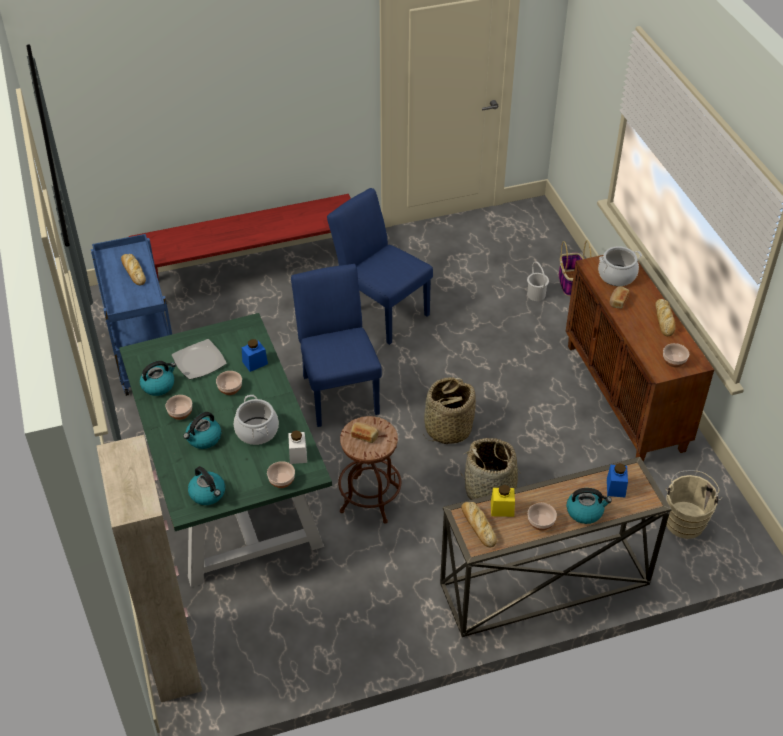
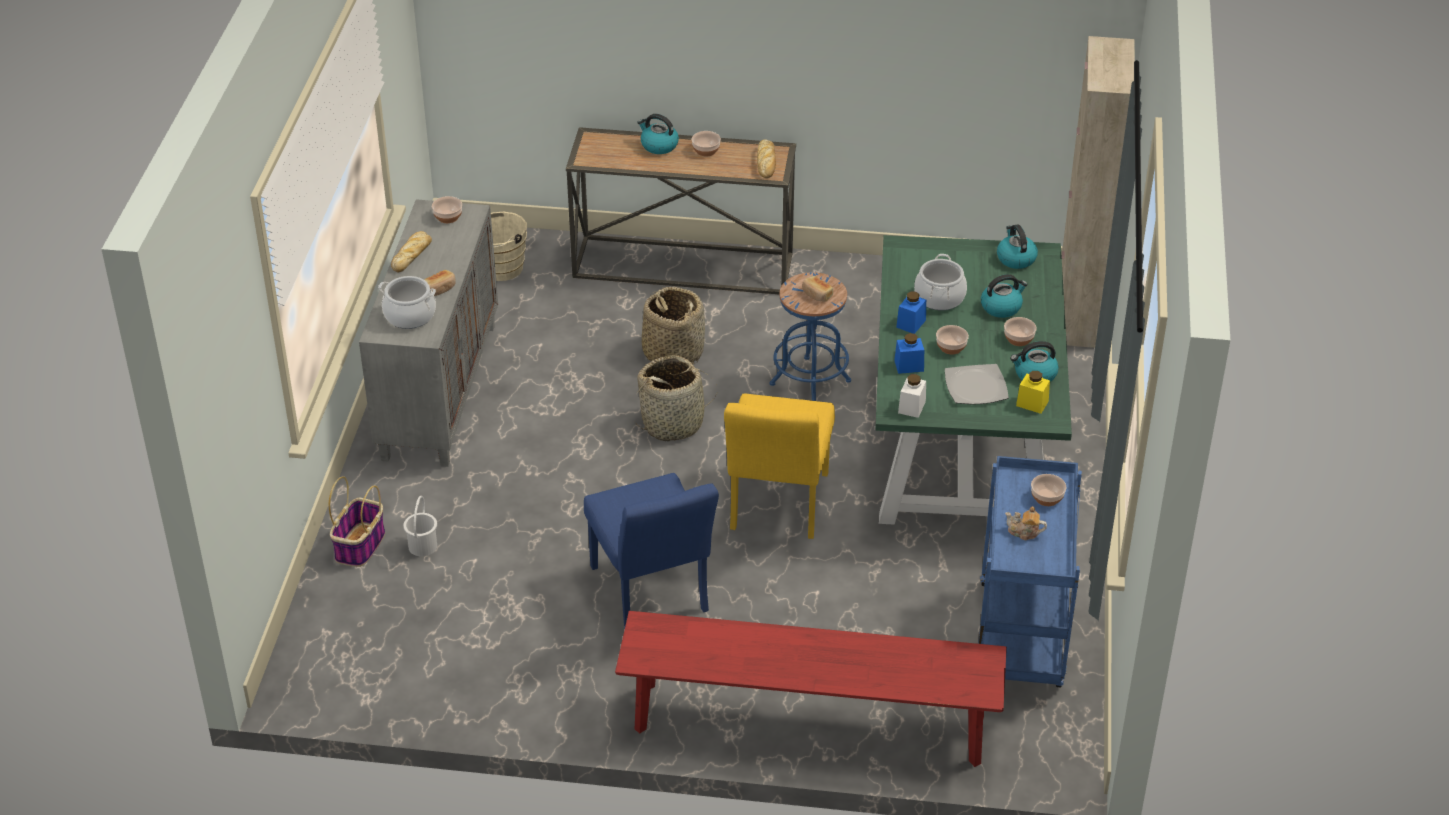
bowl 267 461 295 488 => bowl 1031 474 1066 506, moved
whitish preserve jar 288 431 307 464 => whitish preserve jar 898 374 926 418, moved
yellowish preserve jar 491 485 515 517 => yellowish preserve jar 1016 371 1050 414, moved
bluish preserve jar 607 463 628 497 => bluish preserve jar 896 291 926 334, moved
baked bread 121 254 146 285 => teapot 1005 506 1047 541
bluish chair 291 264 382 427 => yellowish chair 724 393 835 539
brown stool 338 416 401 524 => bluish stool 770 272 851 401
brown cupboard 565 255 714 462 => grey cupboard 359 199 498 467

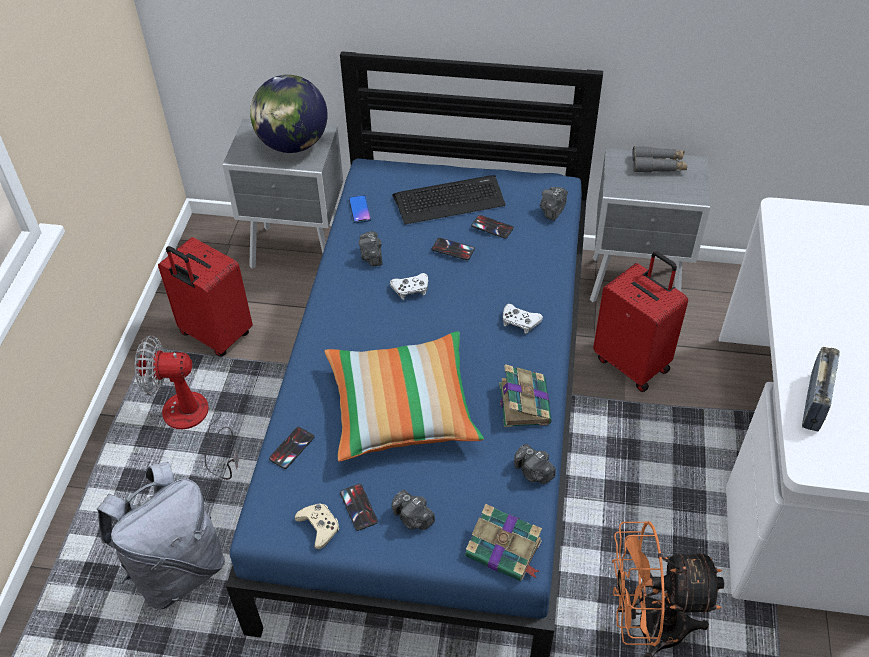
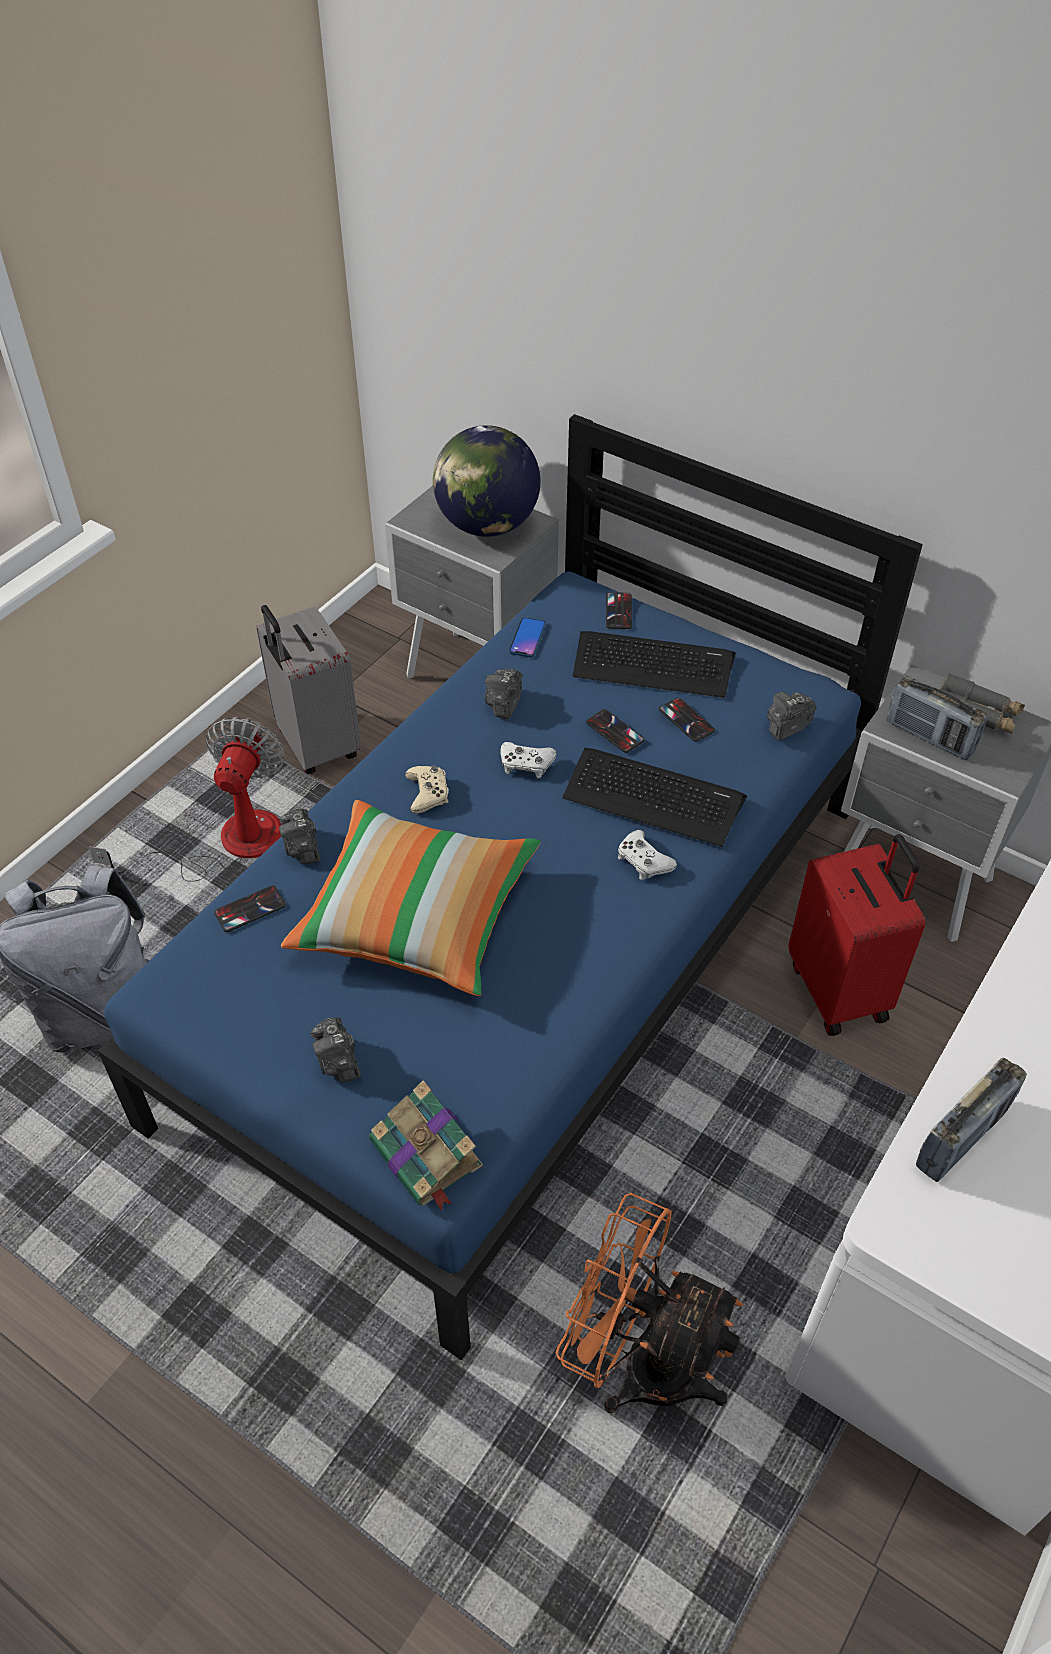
bound book 499 364 552 427 => nothing
nothing => keyboard 563 748 747 847
nothing => radio set 887 675 988 760
beige-coloured game controller 295 503 339 549 => beige-coloured game controller 405 766 449 814, moved
handset 340 484 378 531 => handset 606 592 632 629, moved
still camera 514 444 556 484 => still camera 279 809 321 864, moved
reddish travel case 158 237 253 357 => grey travel case 256 605 361 774
electric fan 135 335 239 480 => electric fan 89 717 285 882, 75 degrees clockwise

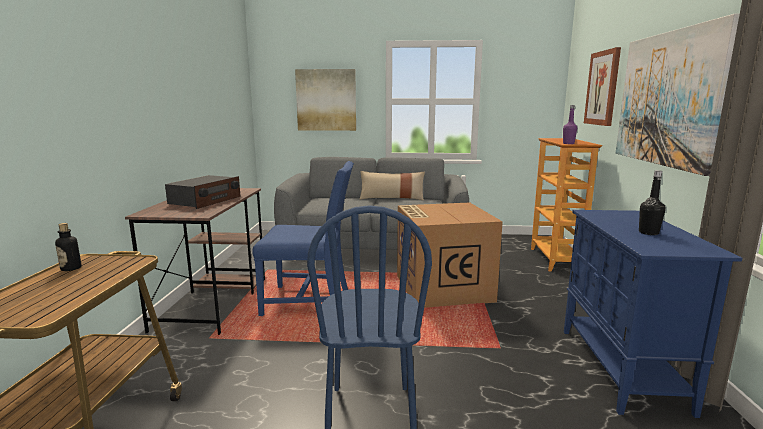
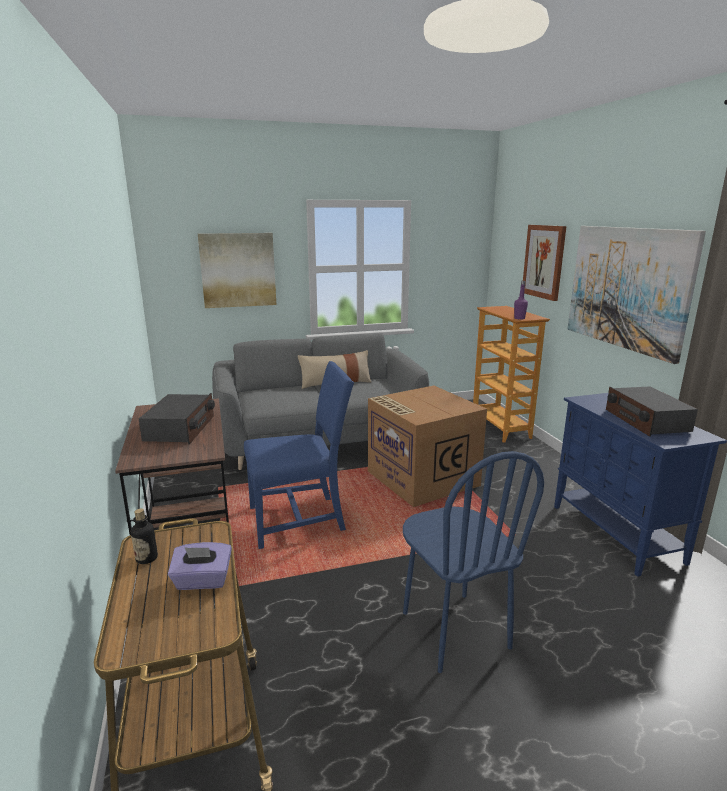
nothing => purple-coloured tissue box 168 542 232 590
black drink bottle 639 170 666 235 => radio set 606 386 698 437

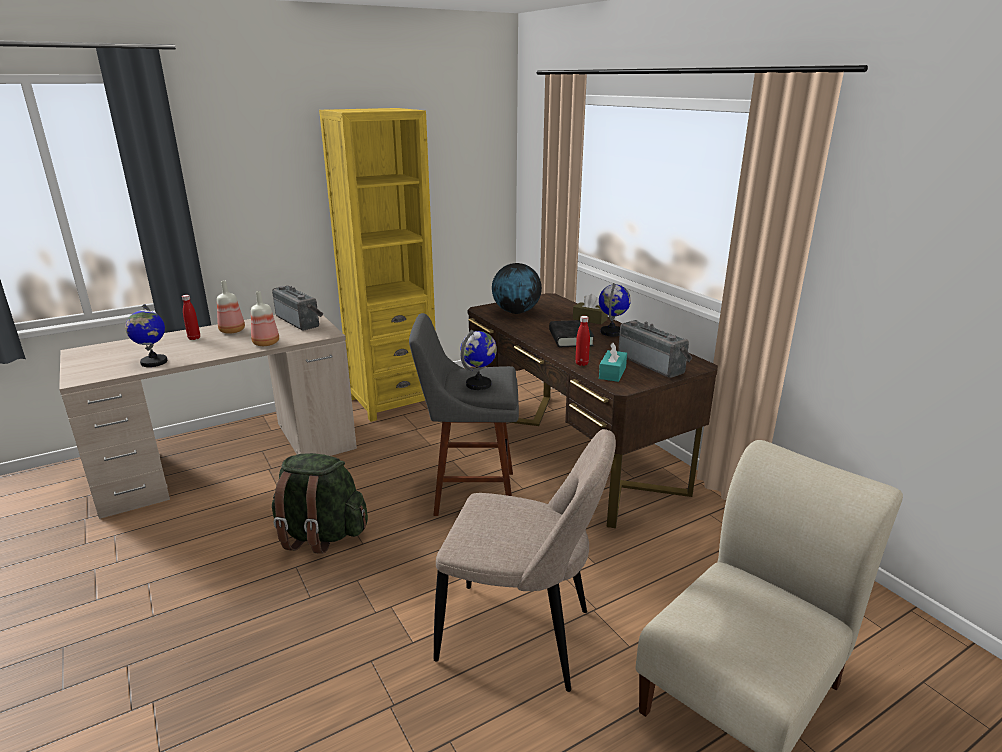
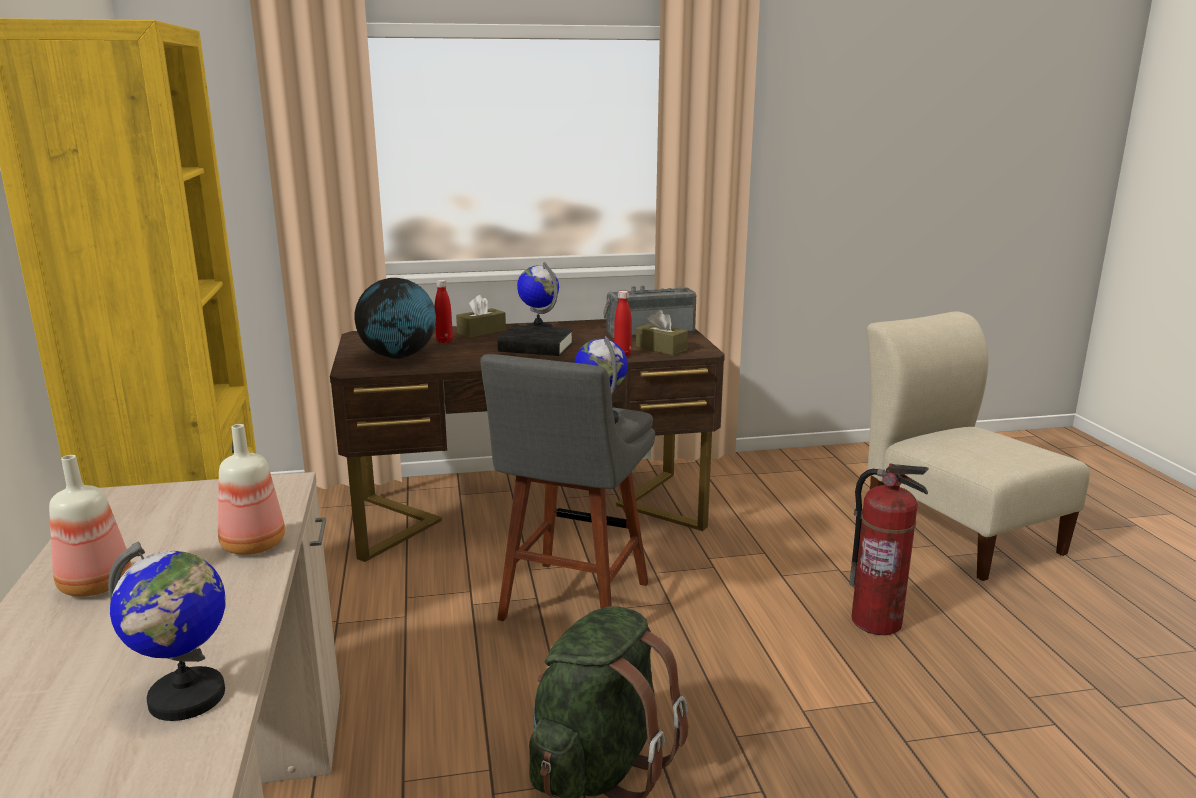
radio set 272 286 323 331 => nothing
reddish drink bottle 182 295 200 340 => reddish drink bottle 435 280 453 343, moved
beige-coloured chair 434 429 616 692 => fire extinguisher 849 463 929 635
blue-green tissue box 599 343 627 382 => brown tissue box 636 310 688 356

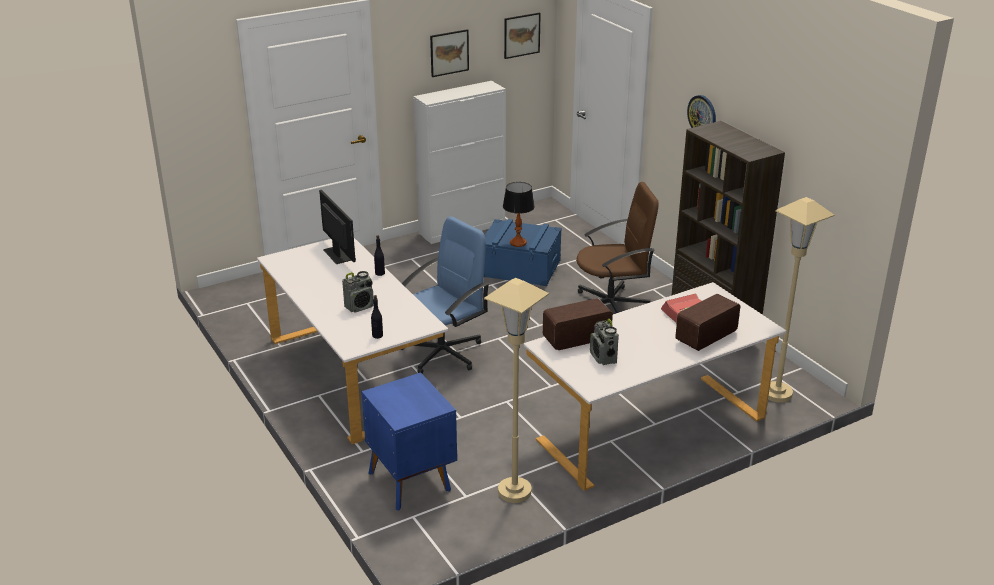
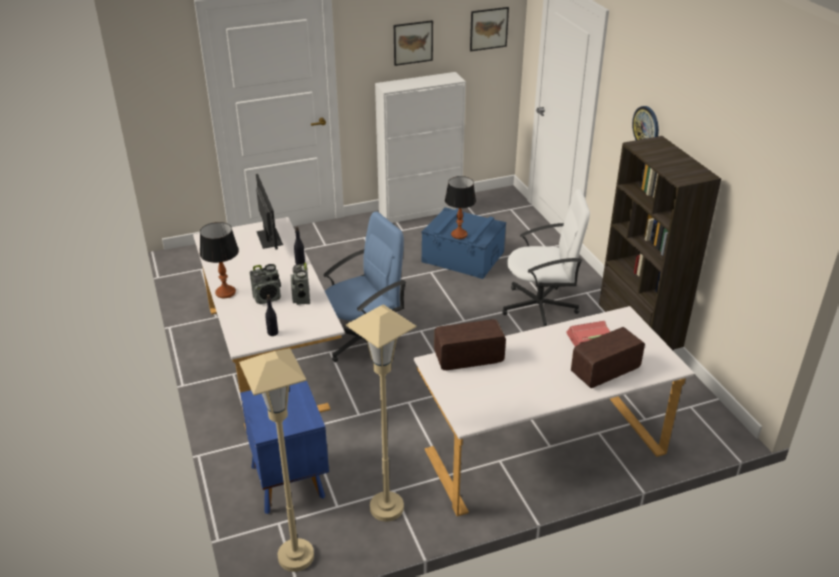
nothing => table lamp 200 222 239 298
radio set 590 318 619 365 => radio set 291 263 310 305, moved
beige-coloured floor lamp 768 197 835 403 => beige-coloured floor lamp 239 348 314 572, moved
brown desk chair 576 182 659 313 => whitish desk chair 502 189 590 327

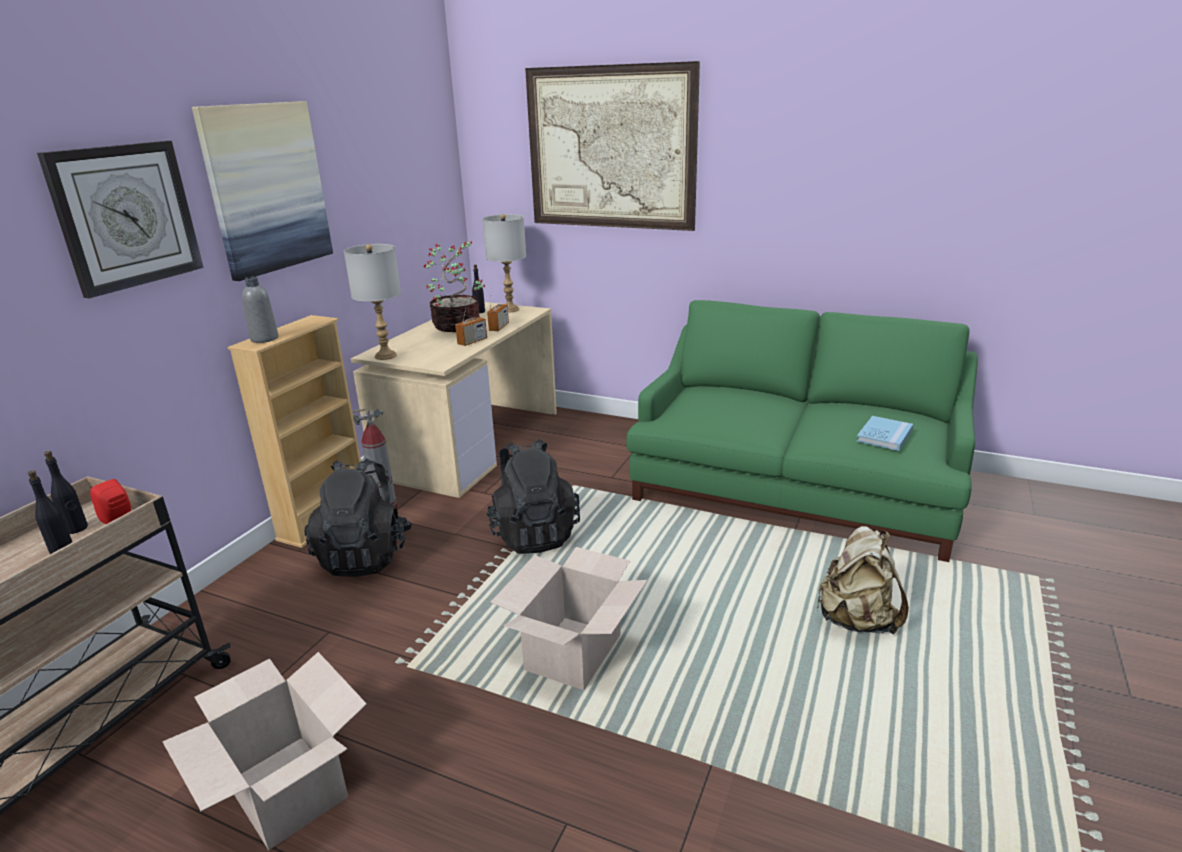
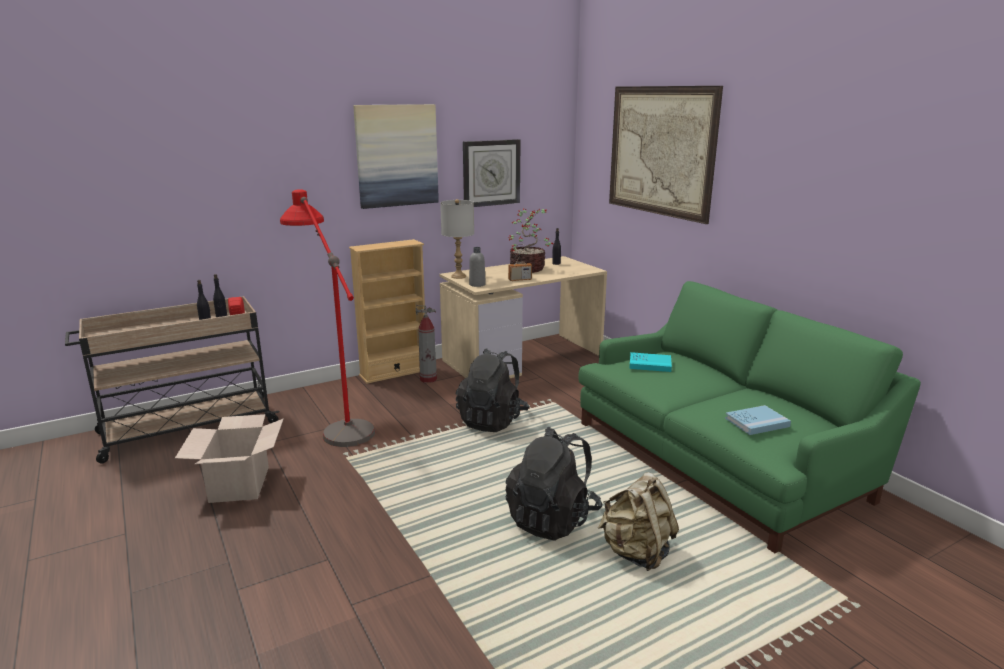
grey table lamp 482 214 526 313 => nothing
radio set 487 285 509 331 => nothing
packing box 490 547 648 690 => nothing
nothing => reddish floor lamp 280 189 375 447
nothing => blue-green bound book 629 352 672 372
clock on the wall 37 141 203 298 => clock on the wall 463 139 521 207, moved
grey drink bottle 242 276 279 343 => grey drink bottle 469 247 486 287, moved
black rucksack 305 458 412 577 => black rucksack 505 427 602 541, moved

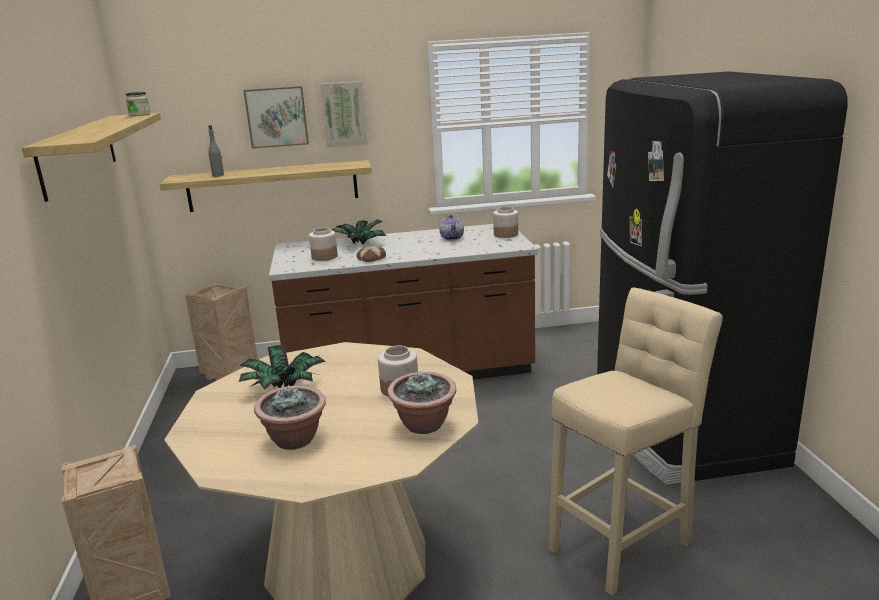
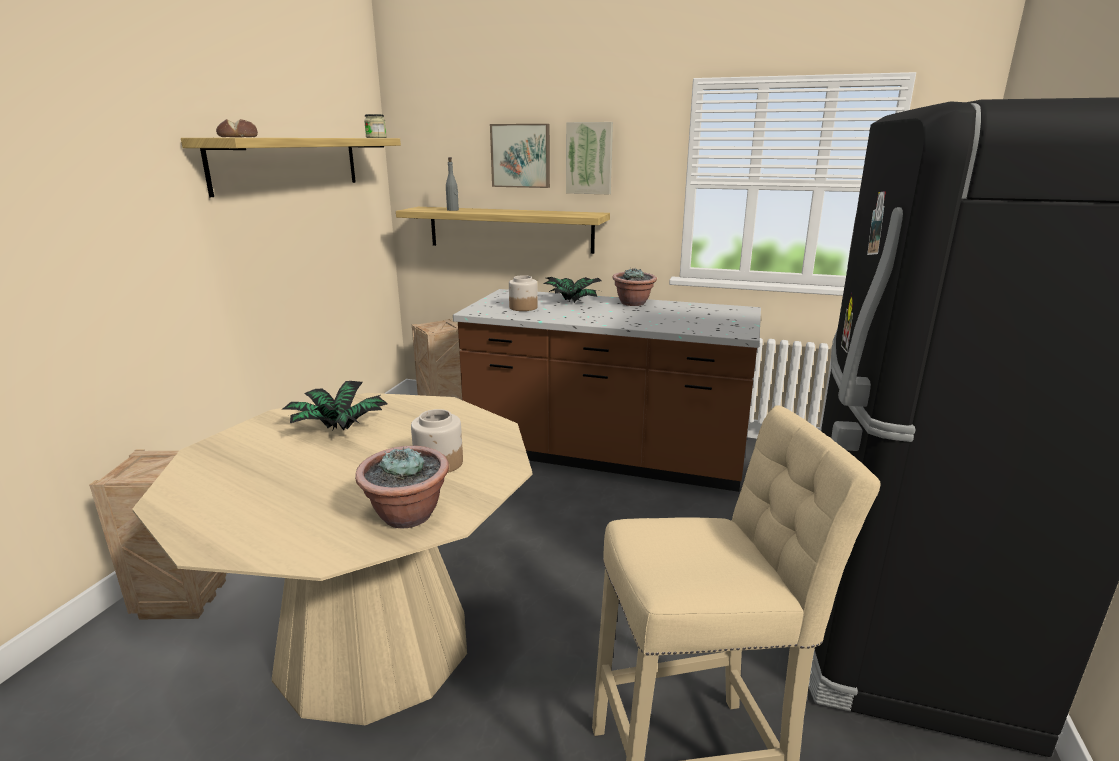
teapot 439 215 464 240 => nothing
preserve jar 493 207 518 238 => nothing
potted plant 254 386 326 450 => potted plant 612 268 657 306, moved
baked bread 357 246 386 262 => baked bread 216 119 258 137, moved

